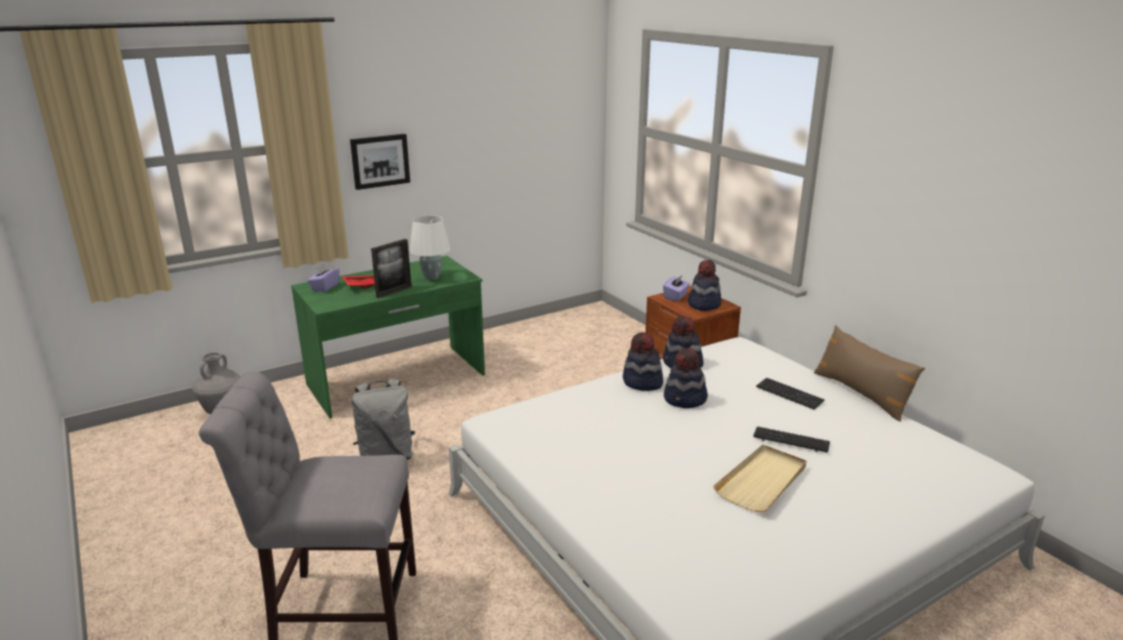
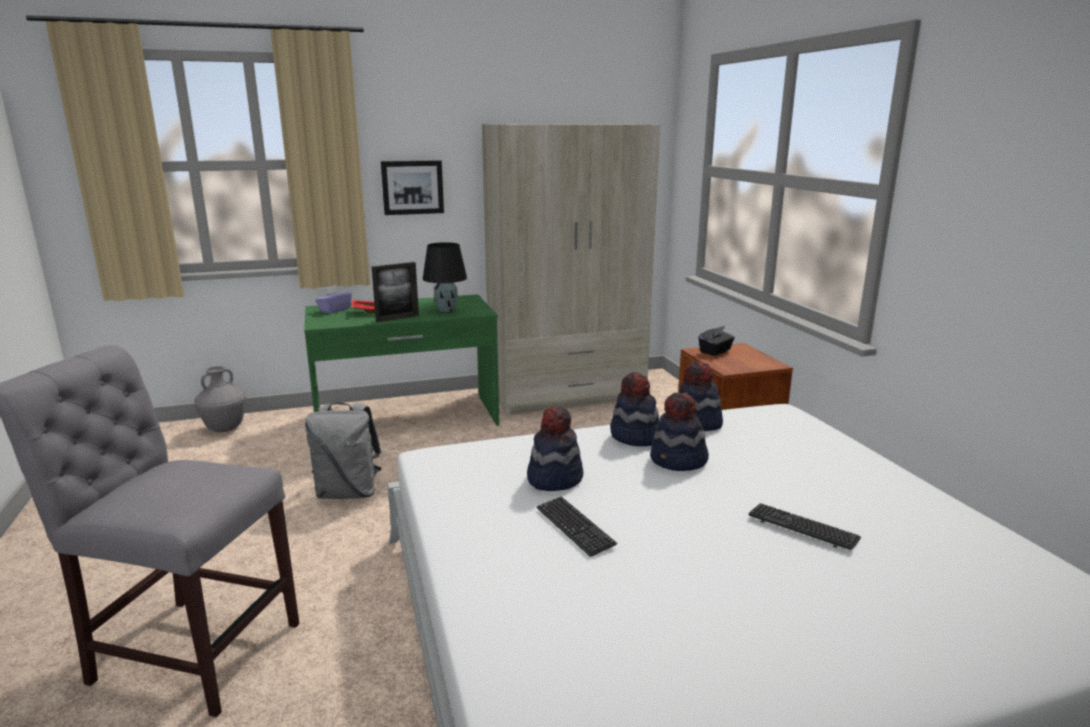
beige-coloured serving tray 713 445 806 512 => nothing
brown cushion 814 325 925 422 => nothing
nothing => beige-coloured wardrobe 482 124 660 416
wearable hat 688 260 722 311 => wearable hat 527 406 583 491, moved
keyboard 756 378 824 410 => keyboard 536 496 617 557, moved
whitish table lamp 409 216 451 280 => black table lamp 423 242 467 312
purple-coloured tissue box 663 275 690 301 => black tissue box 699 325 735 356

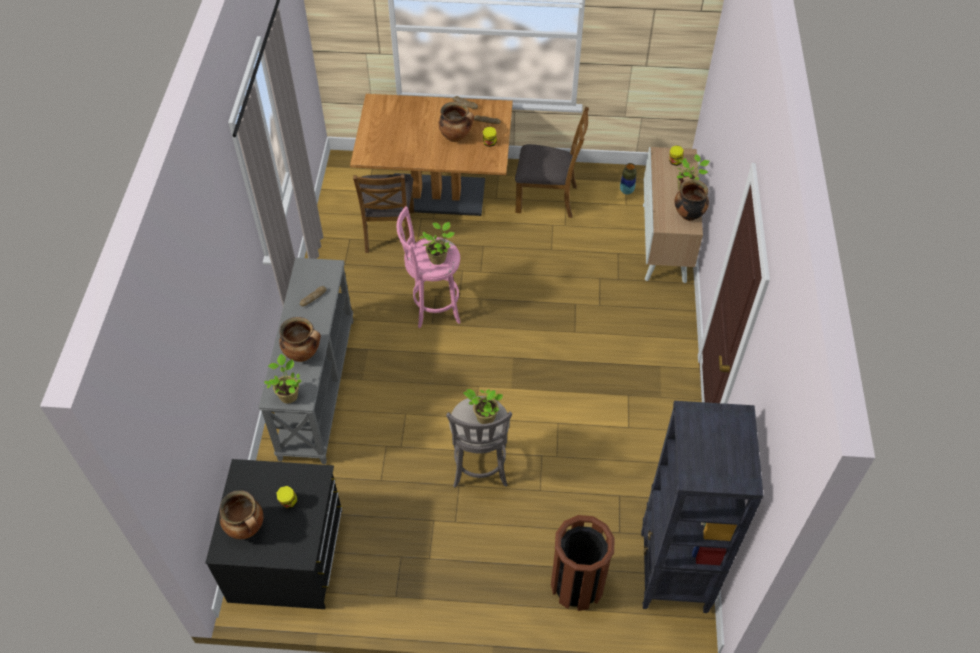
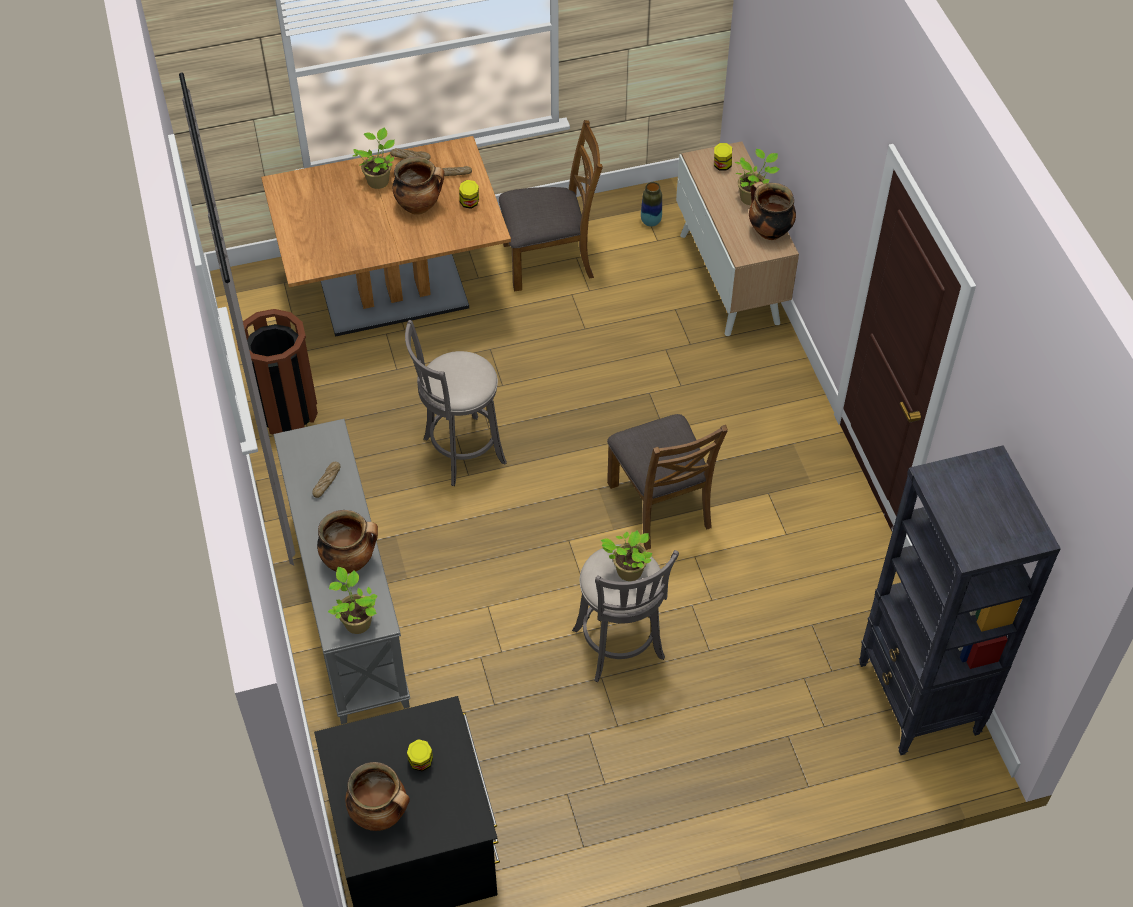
brown chair 353 174 414 253 => brown chair 607 414 728 550, moved
potted plant 420 222 455 265 => potted plant 353 127 395 189, moved
brown rubbish bin 551 515 614 611 => brown rubbish bin 237 309 318 434, moved
pink-coloured stool 397 206 461 328 => grey stool 405 320 507 486

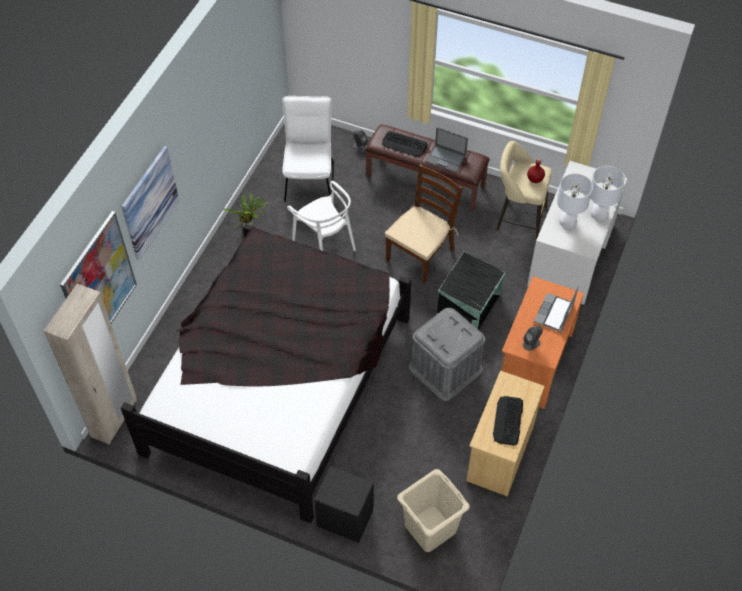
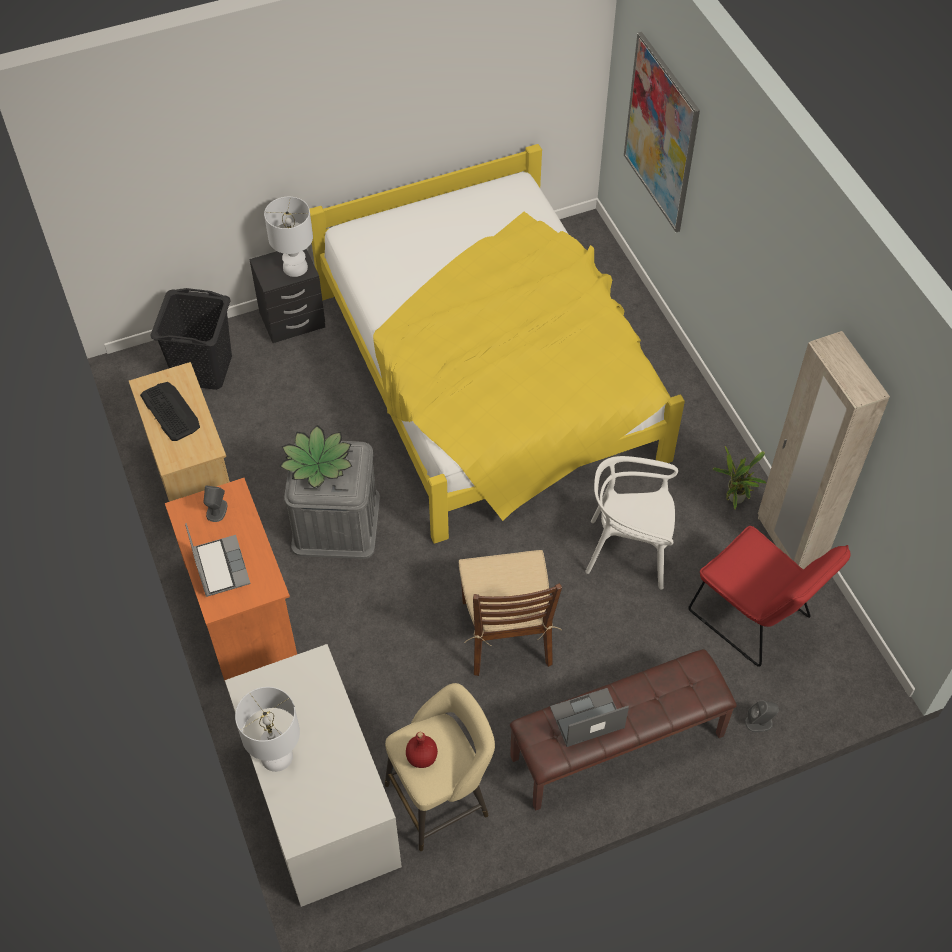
picture 122 146 179 260 => nothing
keyboard 382 131 427 157 => nothing
black storage container 437 252 505 330 => nothing
nothing => potted plant 280 425 352 488
beige-coloured wardrobe 44 284 137 445 => beige-coloured wardrobe 758 331 890 570, moved
whitish table lamp 557 173 593 229 => whitish table lamp 264 197 313 277, moved
black bed 121 224 411 523 => yellowish bed 310 144 685 544
whitish chair 282 96 334 202 => reddish chair 688 526 851 667
beige-coloured hamper 397 469 470 552 => black hamper 151 288 232 390

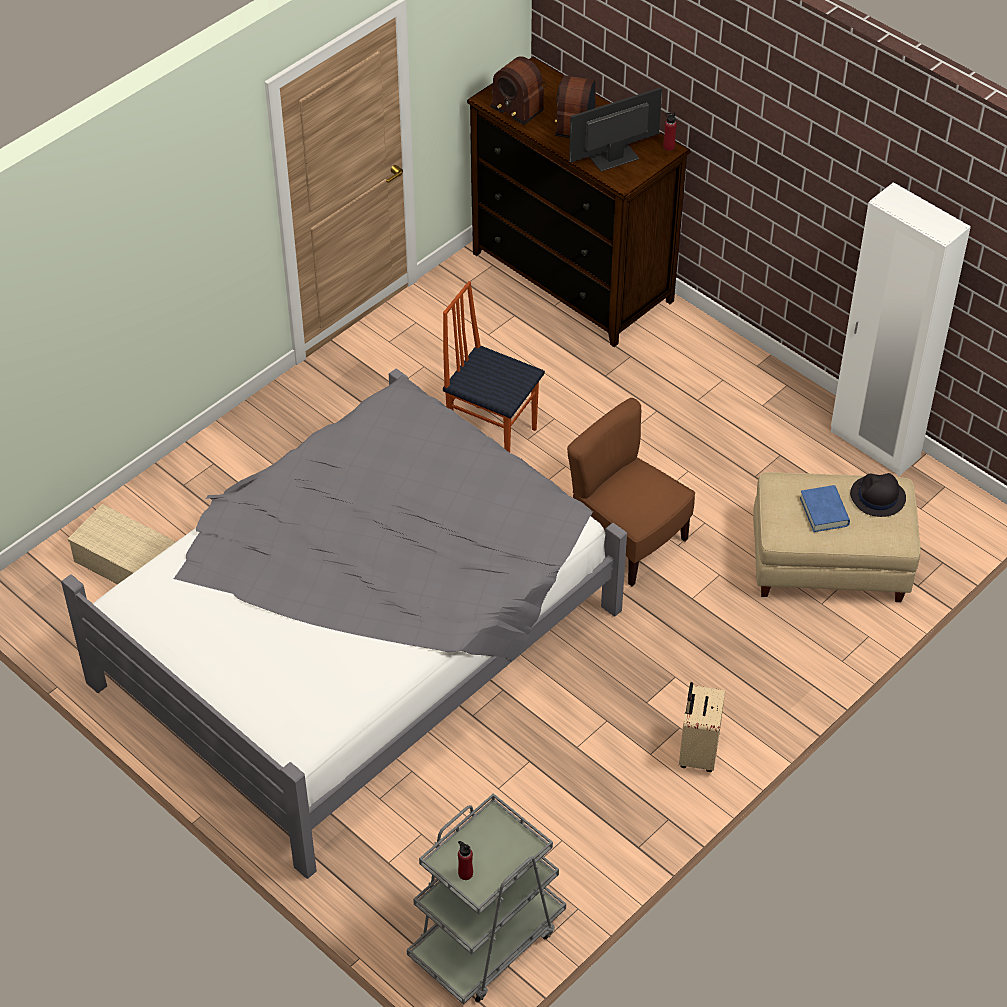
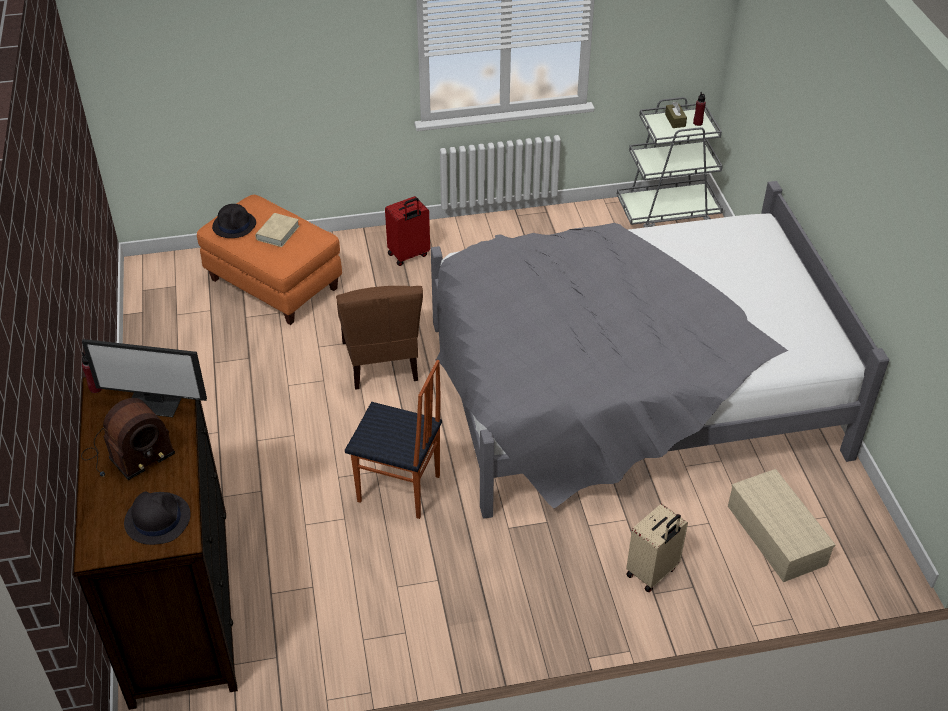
whitish wardrobe 831 182 971 476 => nothing
nothing => reddish travel case 385 196 430 266
nothing => brown tissue box 665 102 687 128
beige-coloured travel case 679 682 725 772 => beige-coloured travel case 626 504 688 592, moved
radio set 490 56 547 125 => black wearable hat 124 492 191 545
beige-coloured pouffe 753 472 920 602 => orangey pouffe 197 195 342 325
bluish bound book 800 485 850 532 => beige-coloured bound book 255 213 299 247
chair 443 281 545 453 => chair 345 360 442 519, 45 degrees counterclockwise

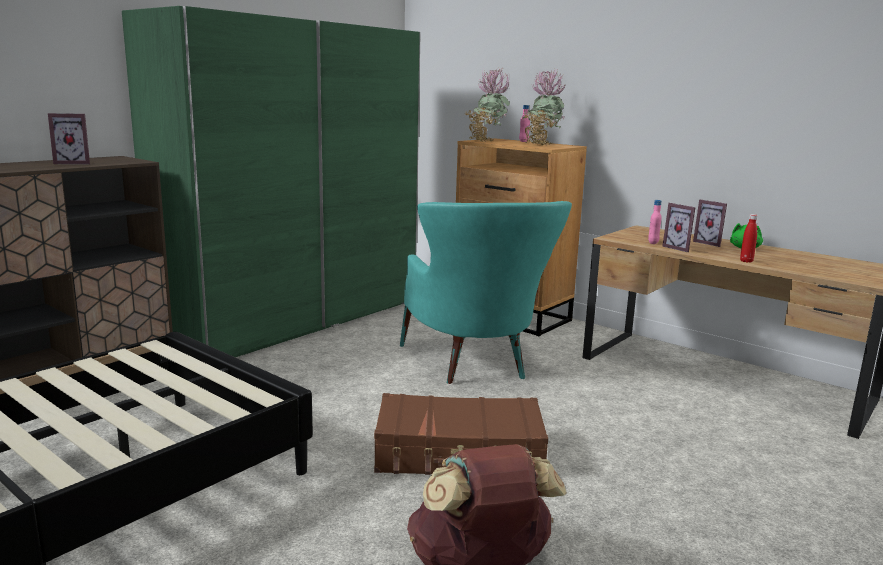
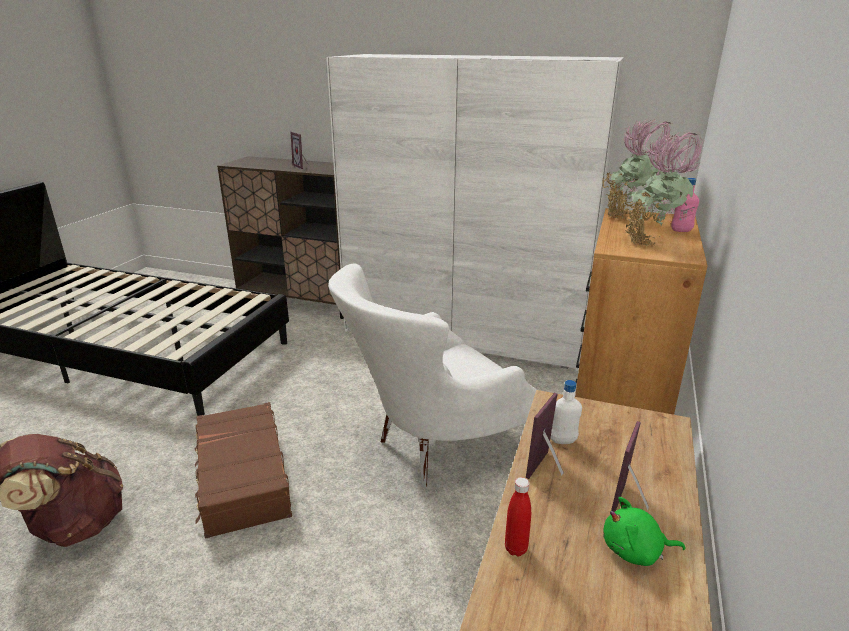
green wardrobe 122 6 421 357 => whitish wardrobe 326 54 624 371
blue-green armchair 400 201 572 384 => whitish armchair 328 263 537 488
pink-coloured drink bottle 648 200 662 244 => whitish drink bottle 551 380 582 444

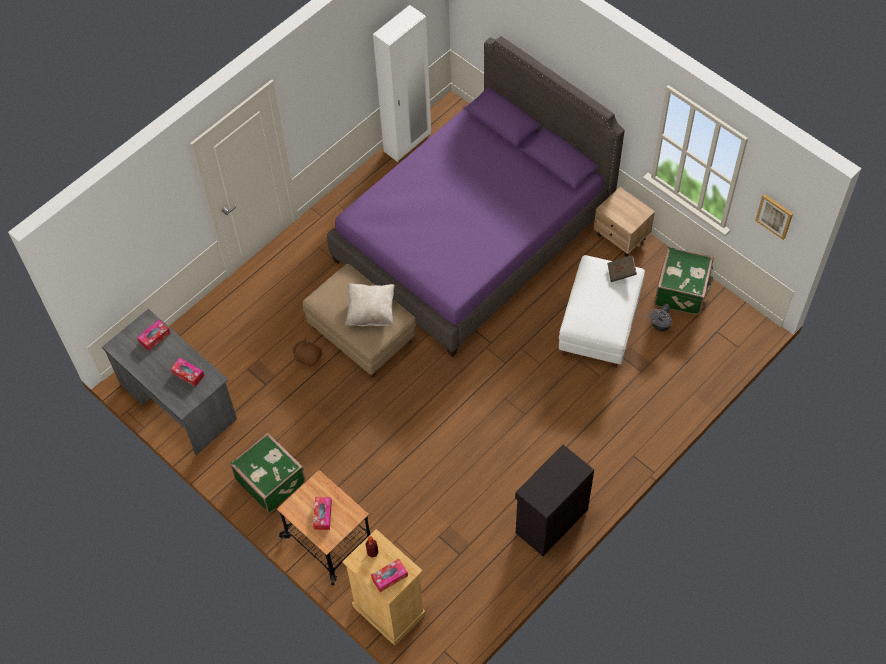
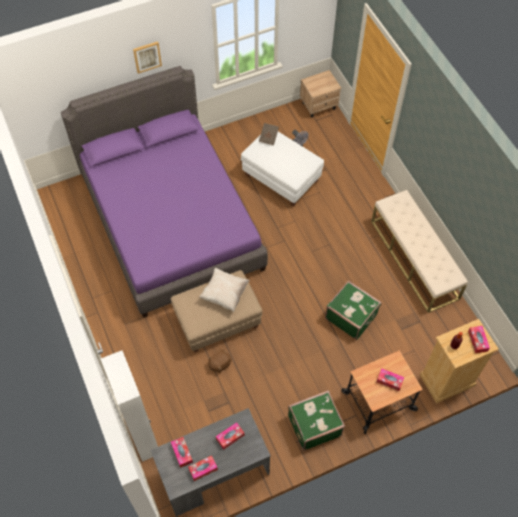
nothing => tissue box 188 455 218 481
whitish wardrobe 373 5 431 162 => whitish wardrobe 101 351 158 462, moved
beige-coloured nightstand 594 187 655 257 => beige-coloured nightstand 300 70 341 117, moved
green travel case 655 247 714 315 => green travel case 325 280 382 340, moved
picture 755 194 793 240 => picture 133 41 162 74, moved
black cupboard 515 445 594 556 => beige-coloured indoor bench 371 190 468 313

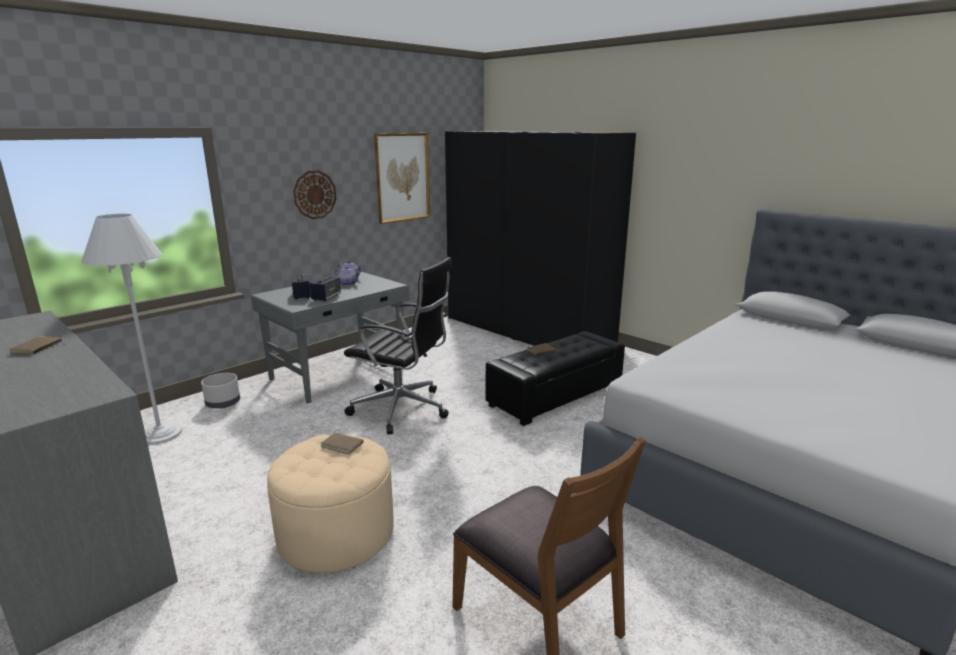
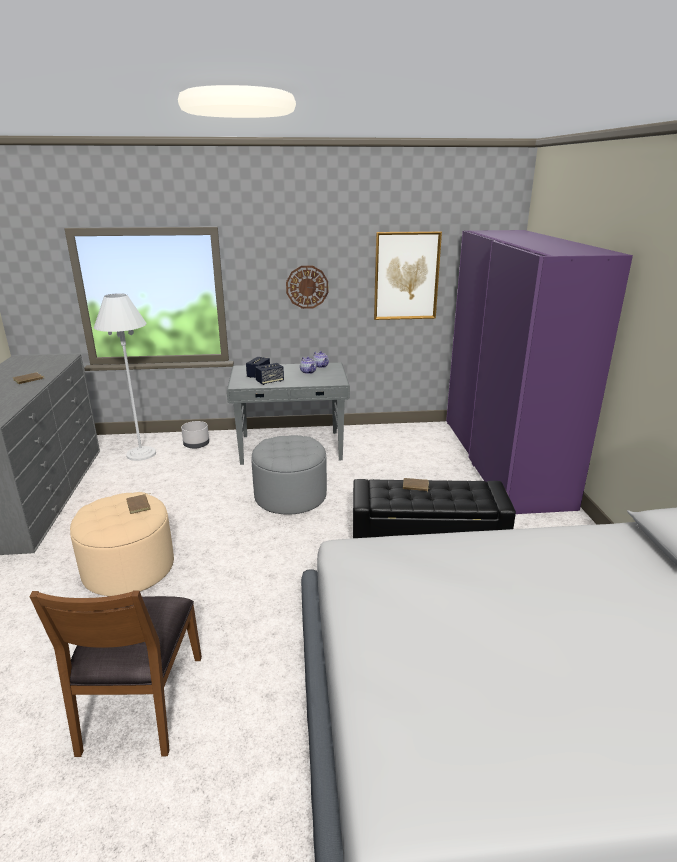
black desk chair 344 257 453 434 => grey pouffe 251 435 327 515
black wardrobe 445 131 636 346 => purple-coloured wardrobe 446 230 633 514

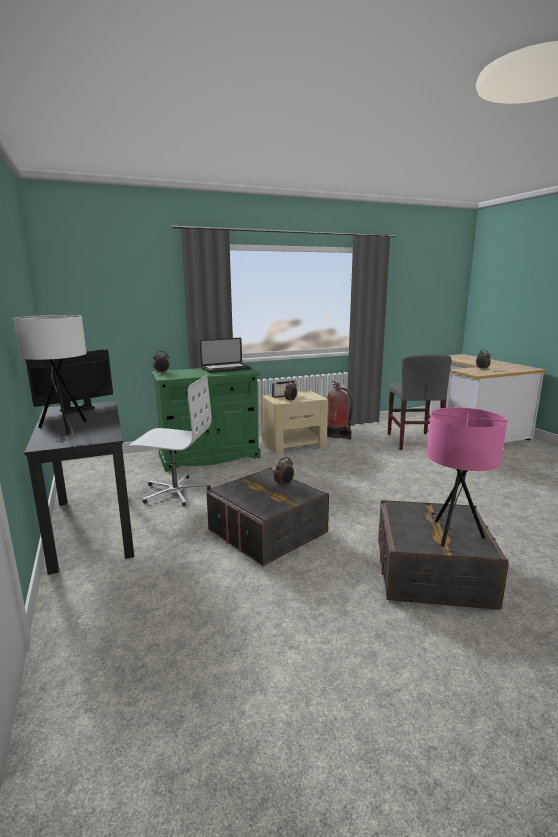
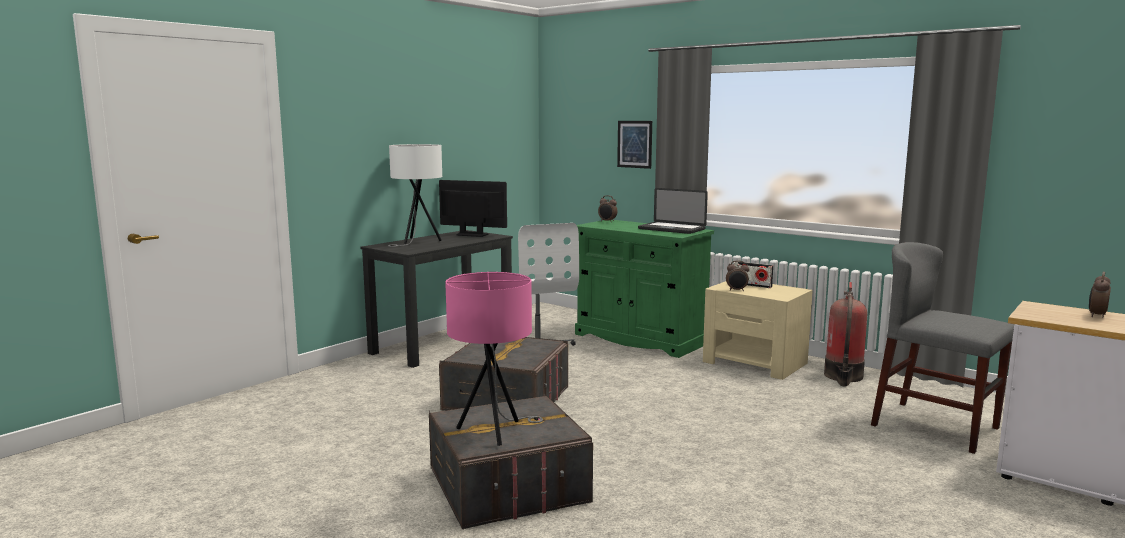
bedside clock 274 457 294 488 => nothing
nothing => picture 617 121 652 169
grey chair 388 354 451 450 => grey chair 871 242 1014 454, 75 degrees clockwise

